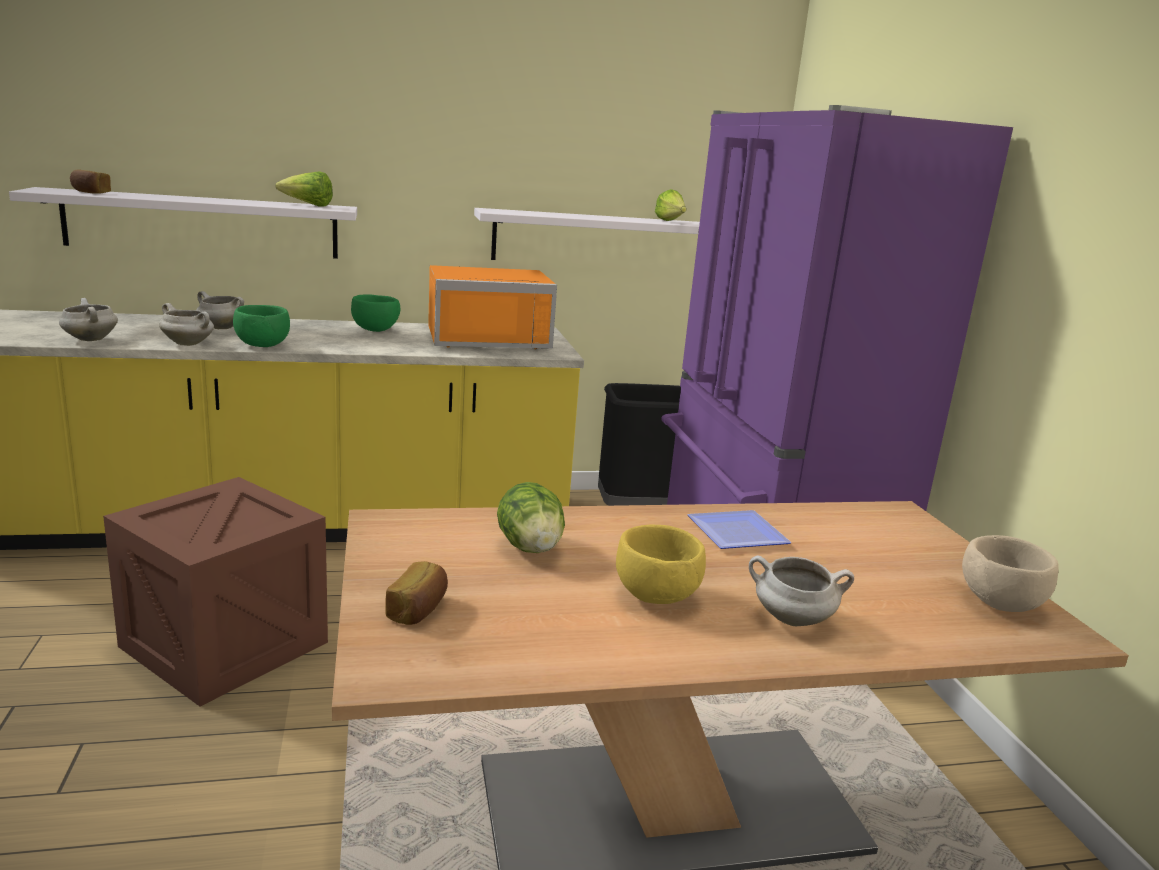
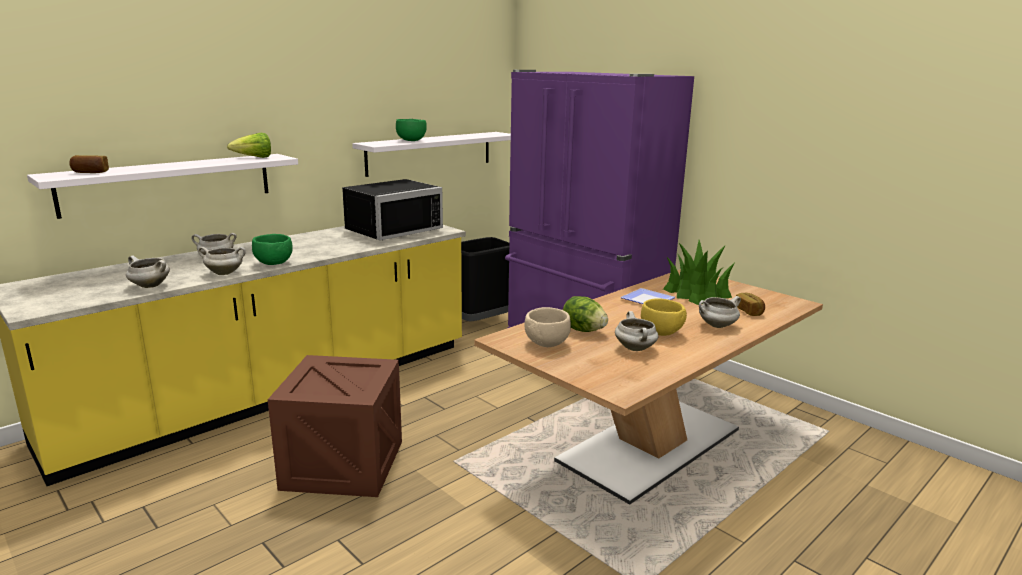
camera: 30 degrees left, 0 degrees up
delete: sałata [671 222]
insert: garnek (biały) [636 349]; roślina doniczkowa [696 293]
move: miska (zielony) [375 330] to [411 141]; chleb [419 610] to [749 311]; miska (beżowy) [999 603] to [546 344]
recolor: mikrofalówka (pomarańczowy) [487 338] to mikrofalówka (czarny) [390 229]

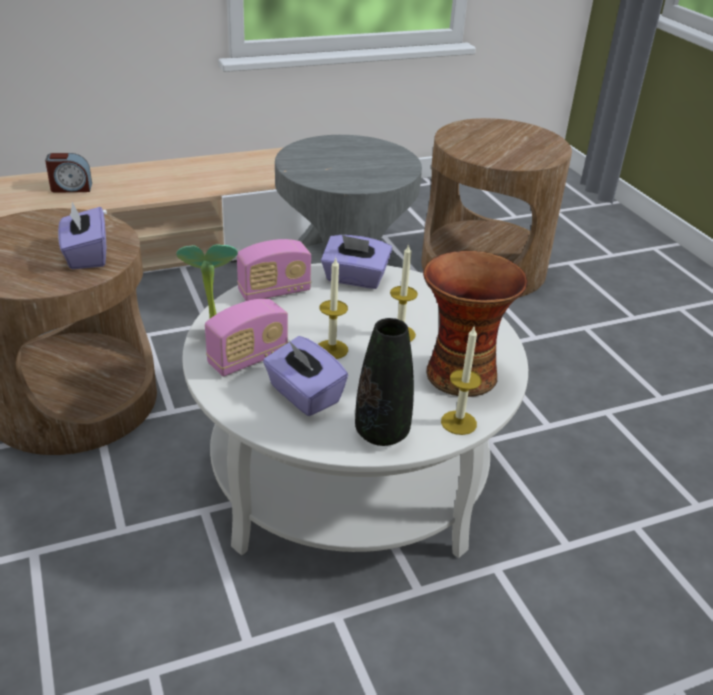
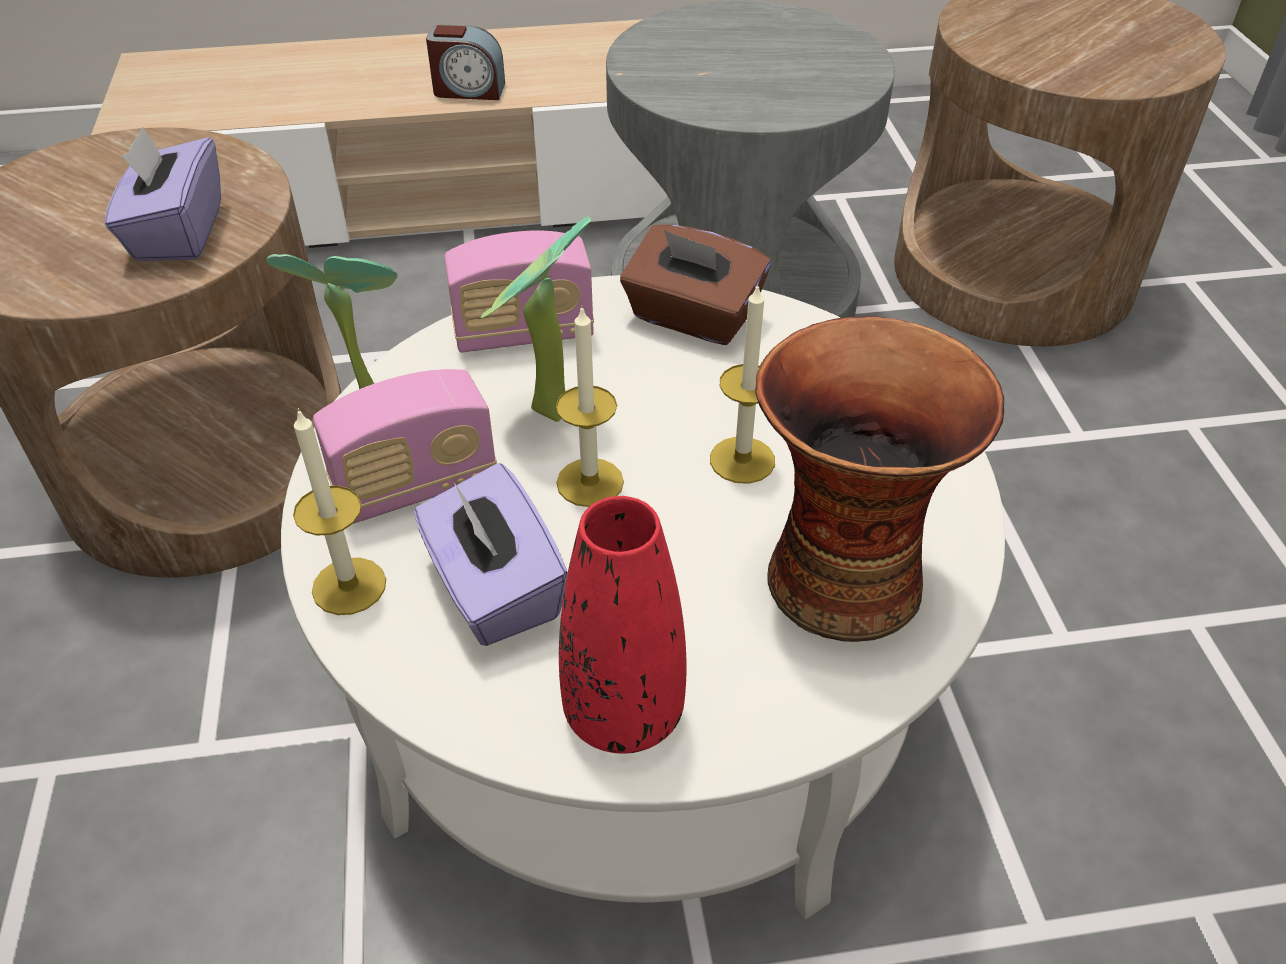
camera: 15 degrees right, 10 degrees up
insert: roślina doniczkowa [542 414]
move: budzik [71 188] to [468 90]; świeca [458 422] to [349 586]
recolor: pudełko chusteczek (fioletowy) [355 279] to pudełko chusteczek (brązowy) [692 317]; wazon (czarny) [381 433] to wazon (czerwony) [623 713]

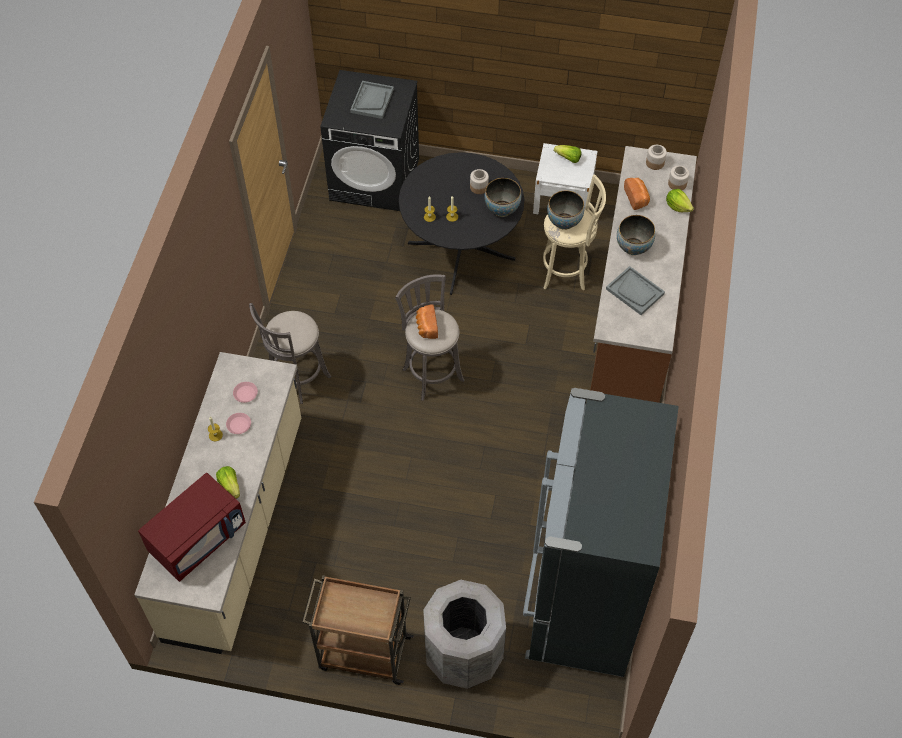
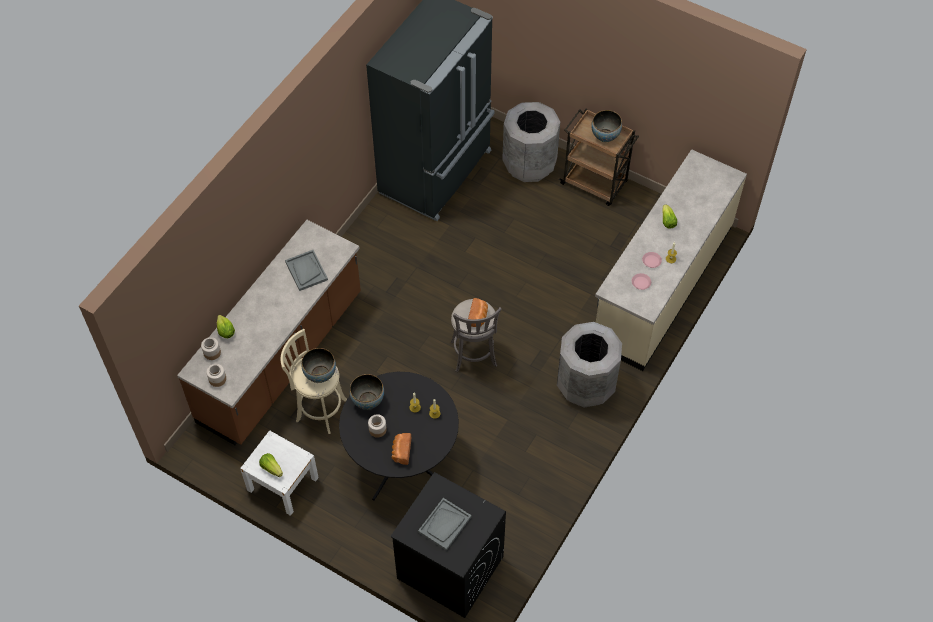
camera: 160 degrees left, 0 degrees up
delete: mikrofalówka (czerwony) [197 538]
move: miska [633 247] to [605 136]; chleb [637 198] to [401 451]
replace: stołek (szary) [296 379] to kosz na śmieci (szary) [586 385]

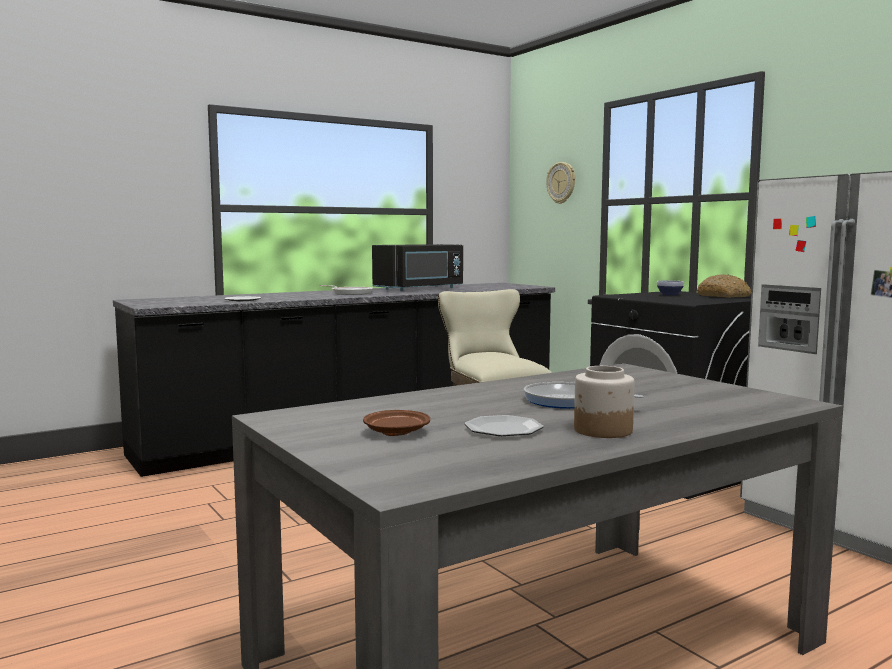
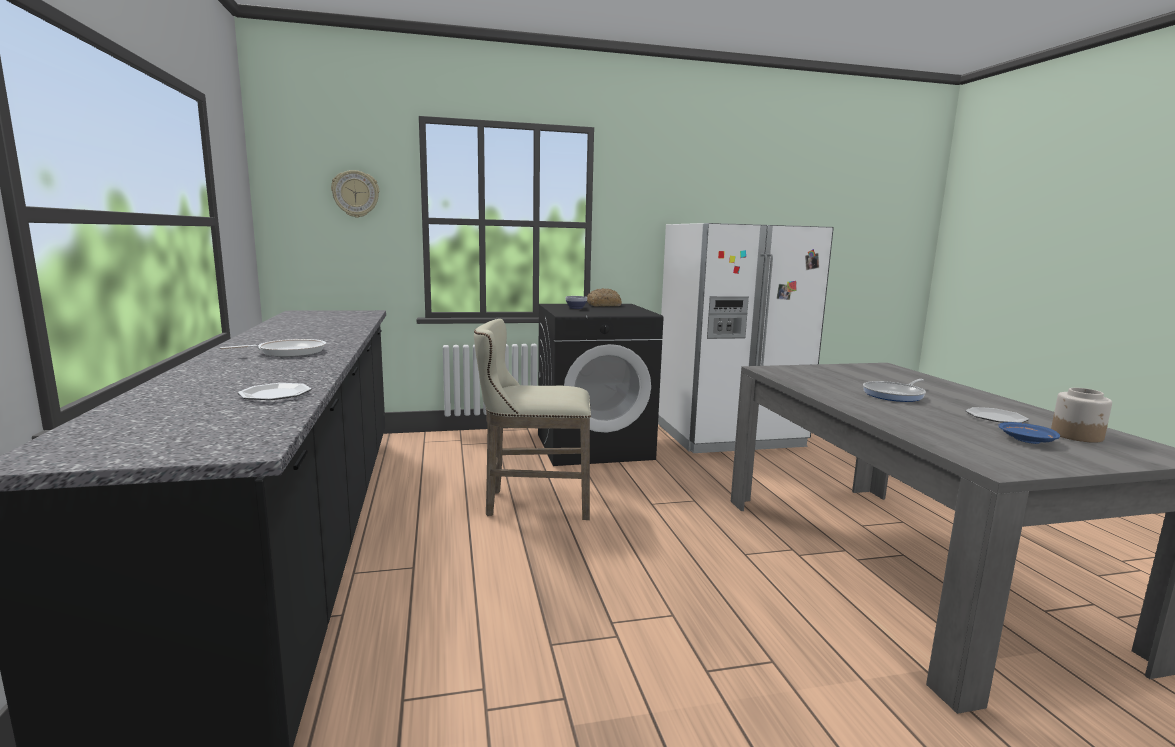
camera: 70 degrees left, 5 degrees up
delete: mikrofalówka (czarny) [421 289]
move: słoik [602 431] to [1077 436]
recolor: talerz (brązowy) [396 432] to talerz (niebieski) [1026 440]

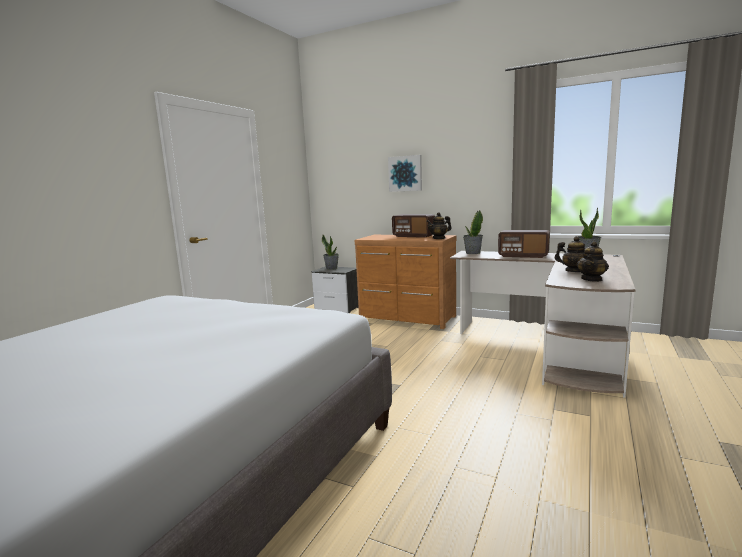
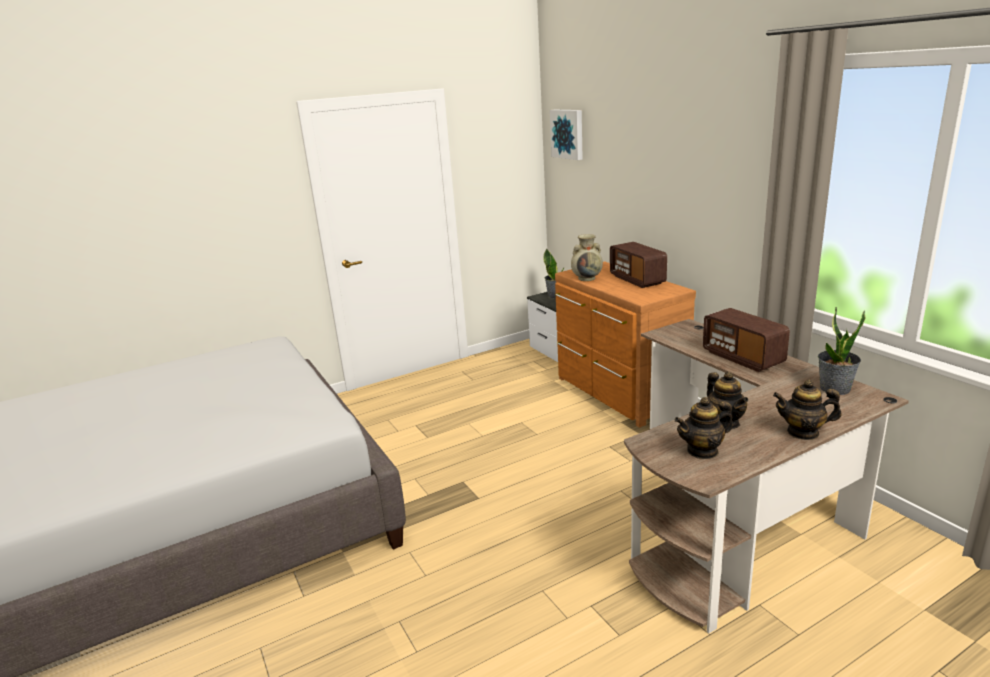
camera: 35 degrees right, 10 degrees up
delete: roślina doniczkowa [472 253]
insert: wazon (beżowy) [587 278]
move: obraz [405 173] to [568 134]; imbryk [439 238] to [803 432]

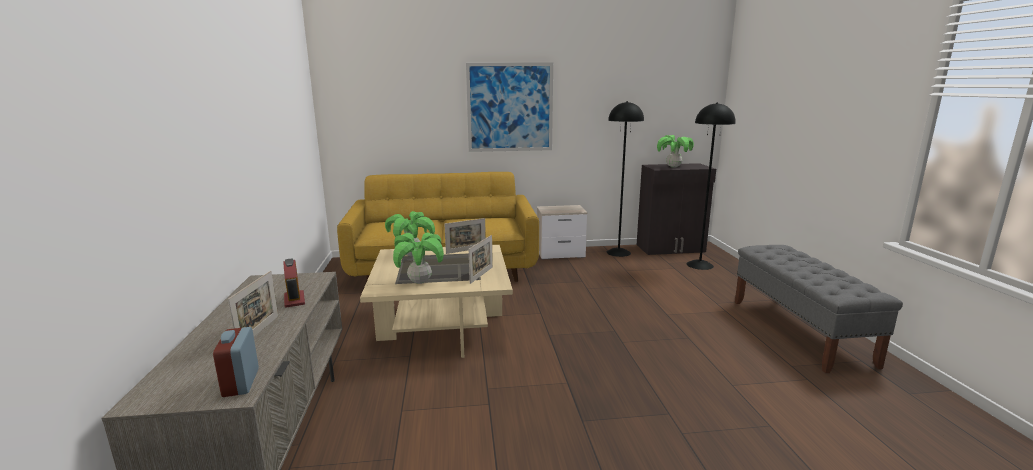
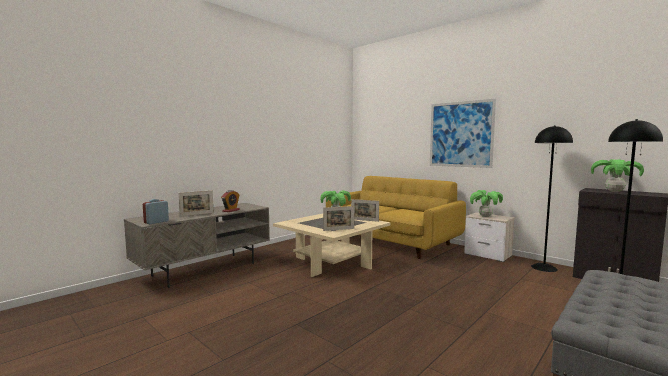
camera: 50 degrees right, 10 degrees down
move: roślina doniczkowa [419 282] to [485 216]

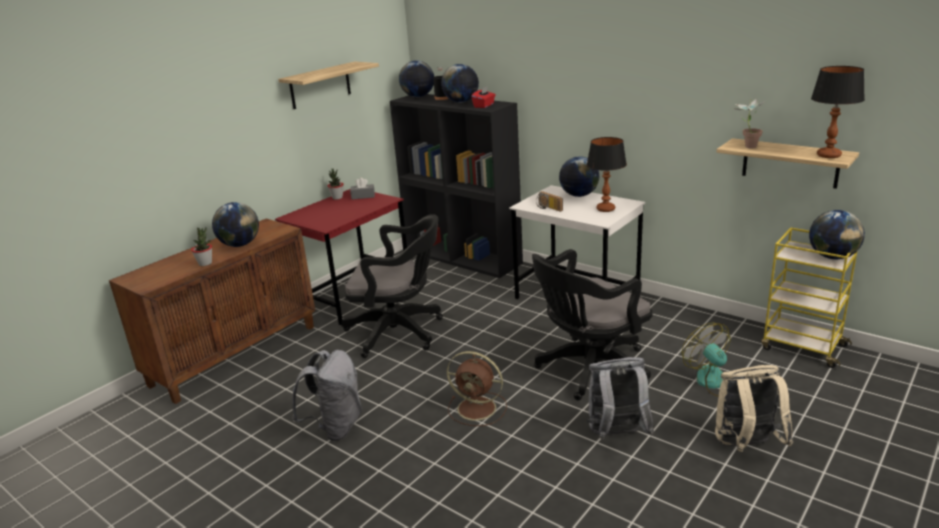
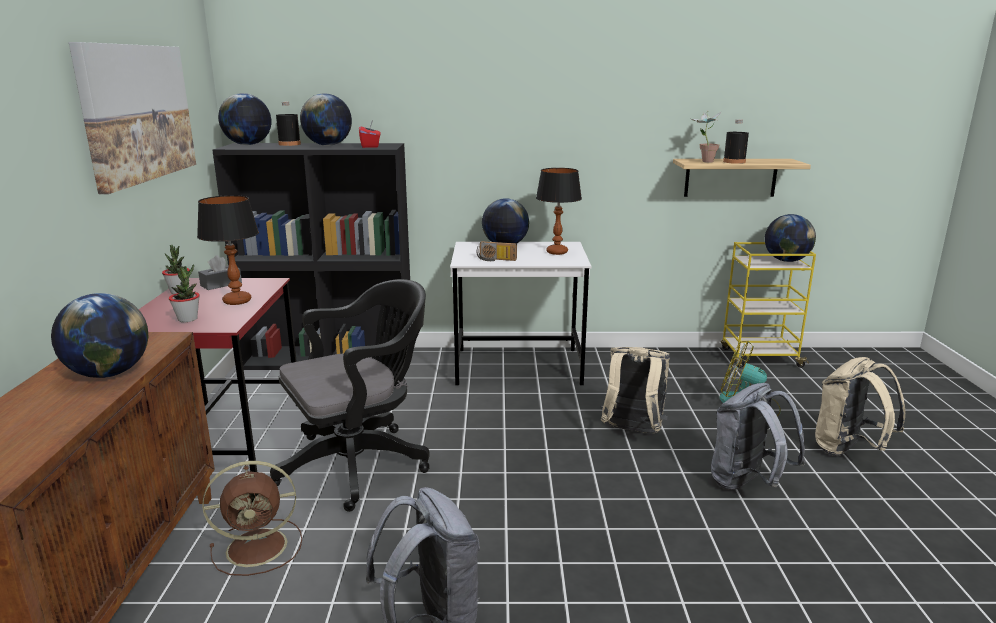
camera: 40 degrees left, 5 degrees down
insert: butelka (czarny) [734 162]
move: roślina doniczkowa [205 263] to [188 319]; wentylator (brązowy) [478 409] to [260 547]; lampa stołowa [829 155] to [237 301]
replace: półka [320 85] to obraz [137 113]; krzesło biurowe (czarny) [589 370] to plecak (beżowy) [632 432]

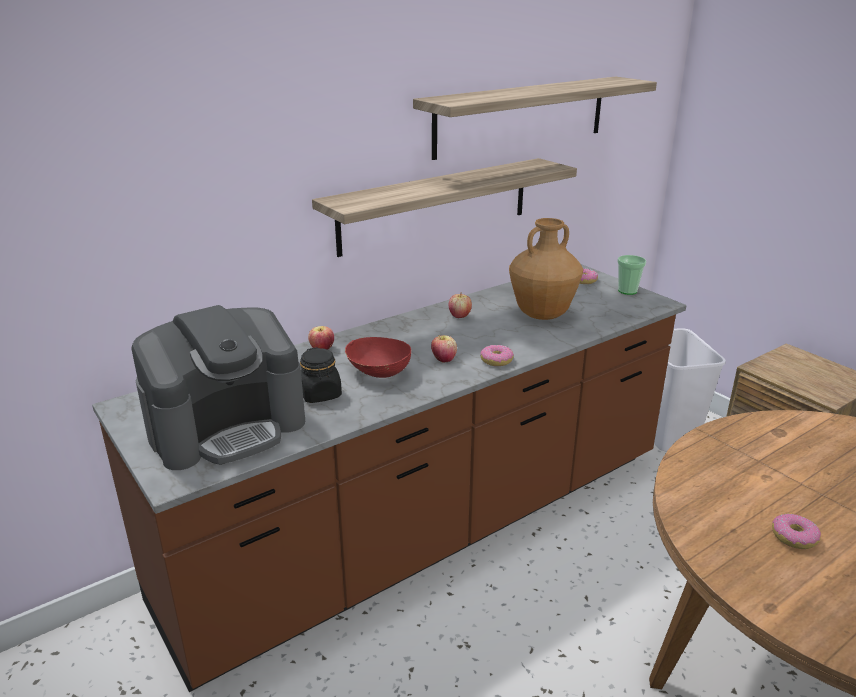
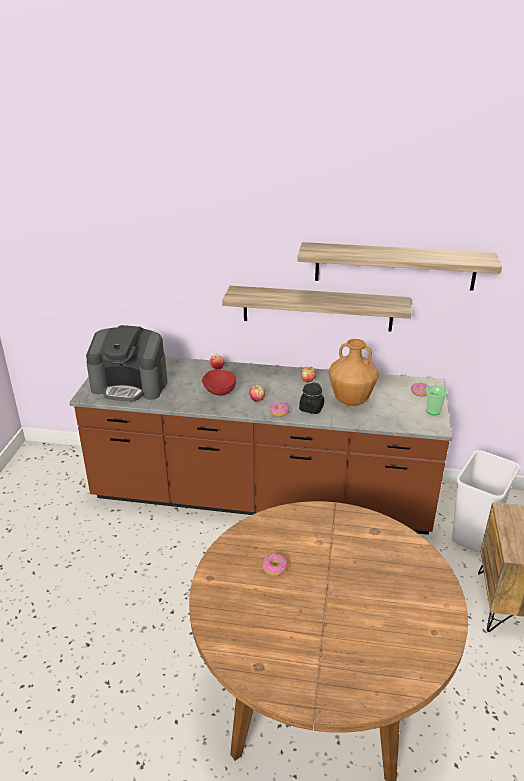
camera: 45 degrees right, 5 degrees up
move: słoik (czarny) [320 394] to [311 408]

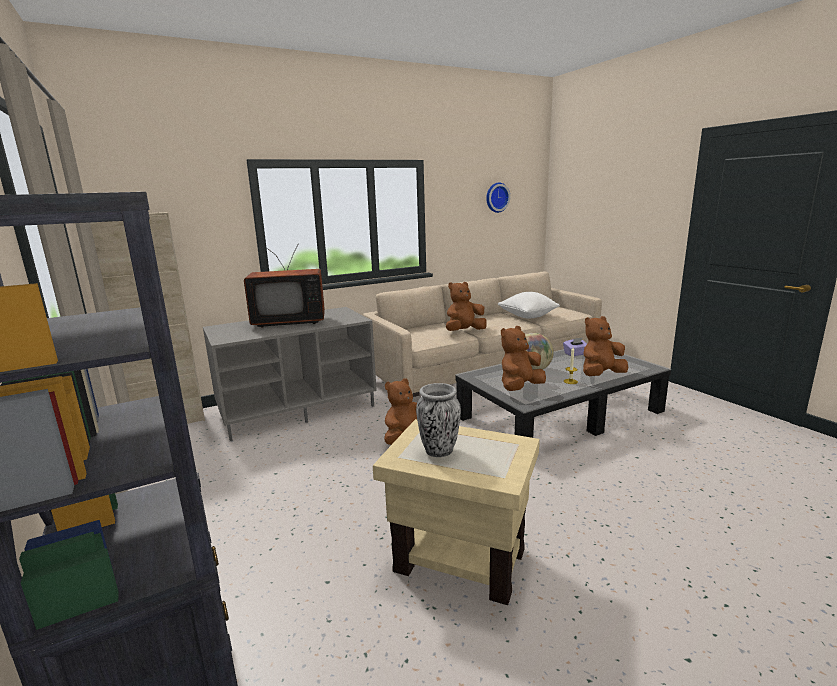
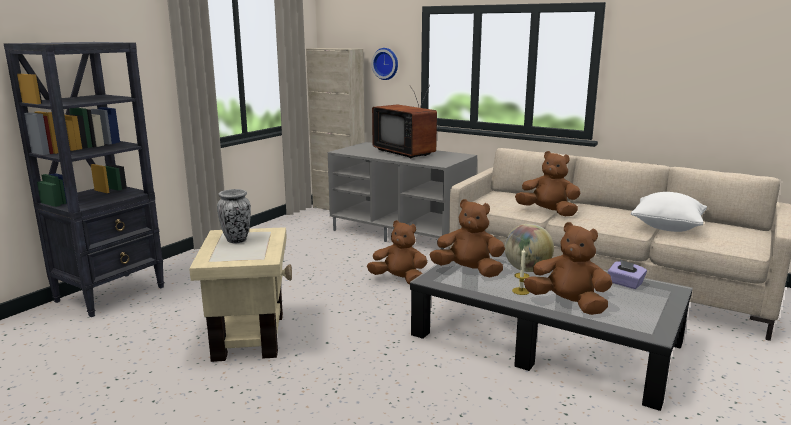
camera: 60 degrees right, 0 degrees up
move: zegar ścienny [496 197] to [386 63]

